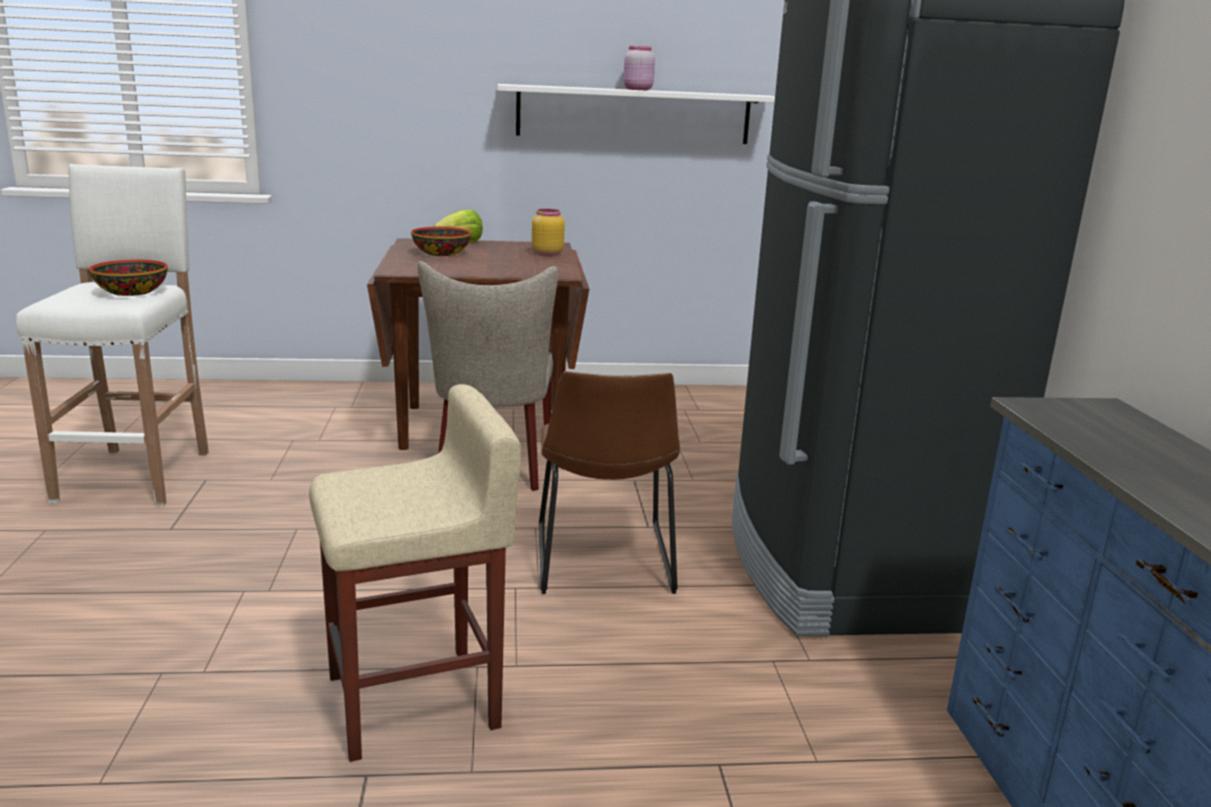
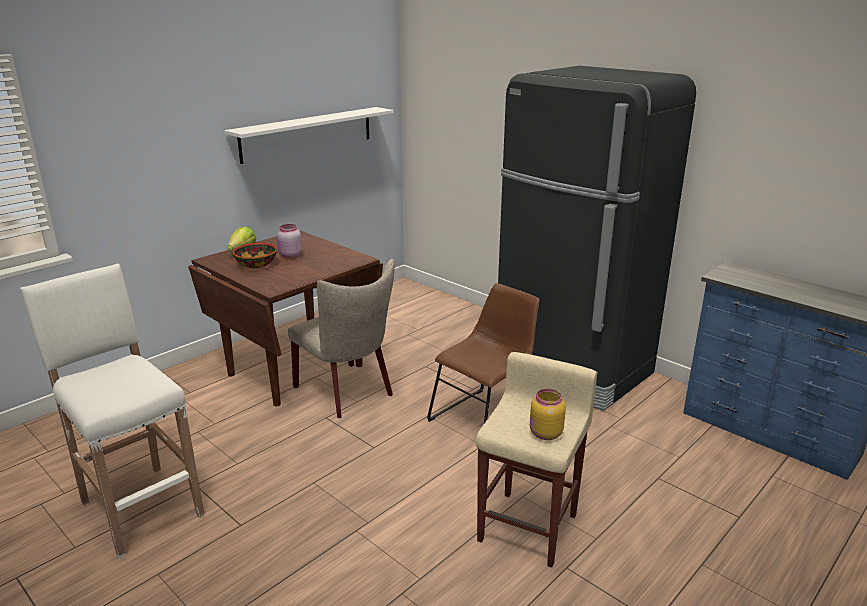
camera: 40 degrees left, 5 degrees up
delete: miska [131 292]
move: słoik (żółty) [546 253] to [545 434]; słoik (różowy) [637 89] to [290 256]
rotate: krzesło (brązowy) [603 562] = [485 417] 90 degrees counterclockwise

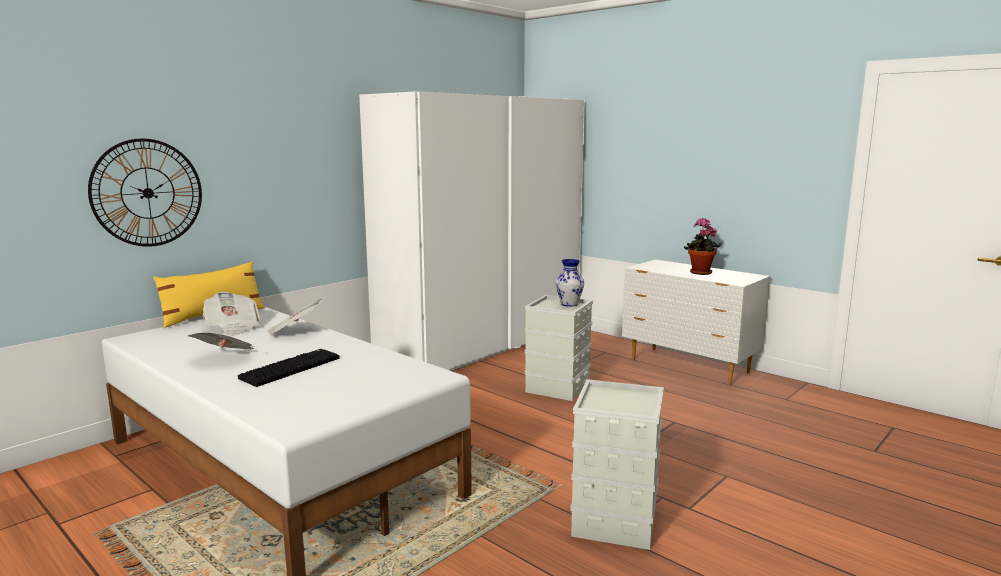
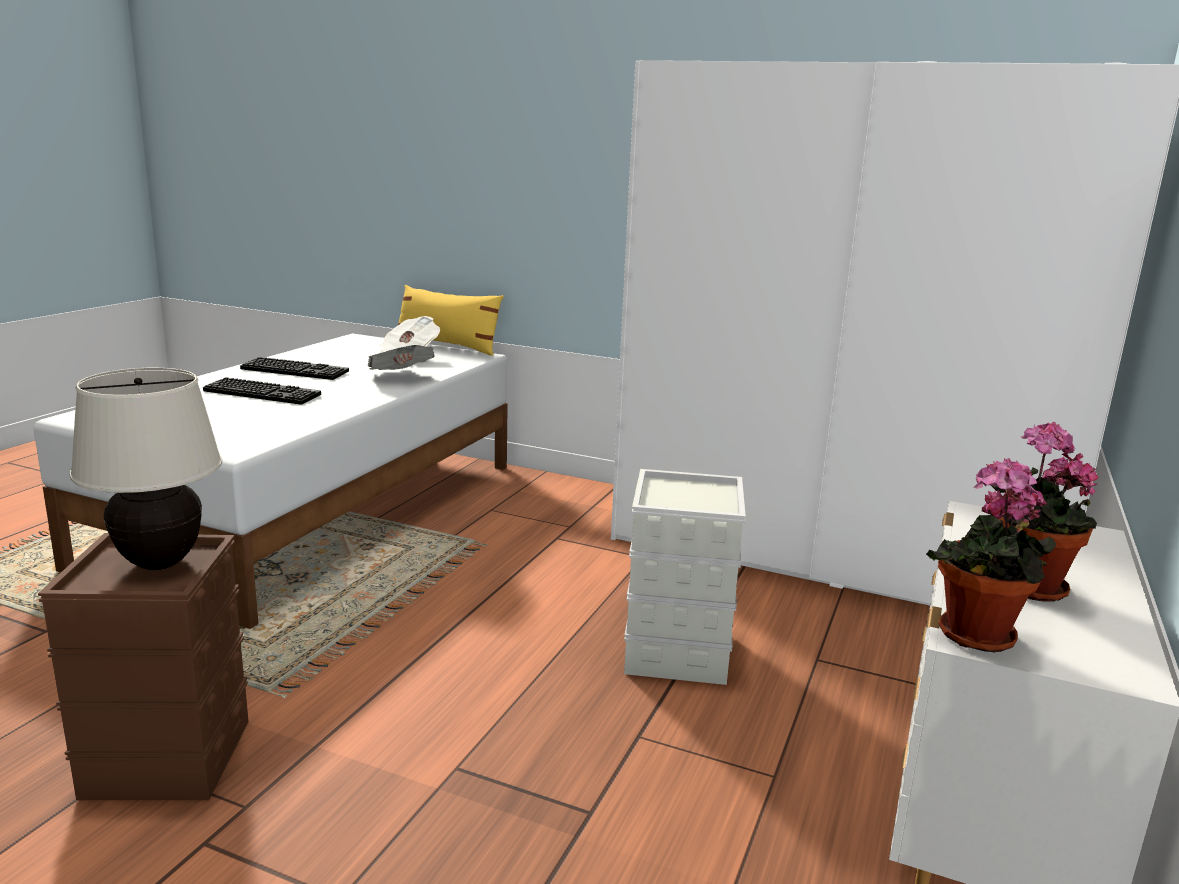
camera: 70 degrees right, 5 degrees up
delete: zegar ścienny [148 193]; wazon [569 304]
insert: lampa stołowa (beżowy) [160 563]; roślina doniczkowa [976 639]
replace: gazeta [226 358] to klawiatura [296 370]
recolor: pojemnik do przechowywania (szary) [615 522] to pojemnik do przechowywania (brązowy) [165 759]

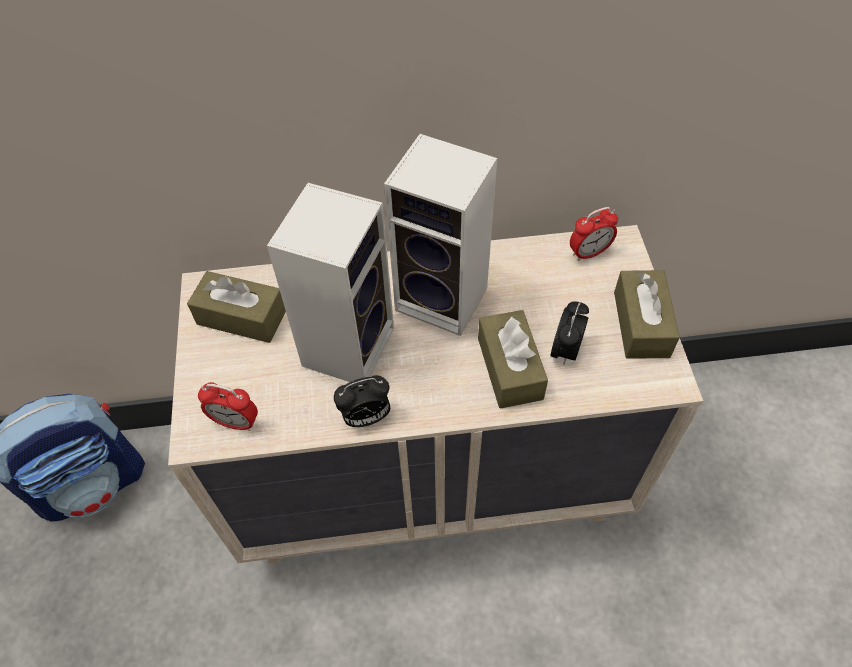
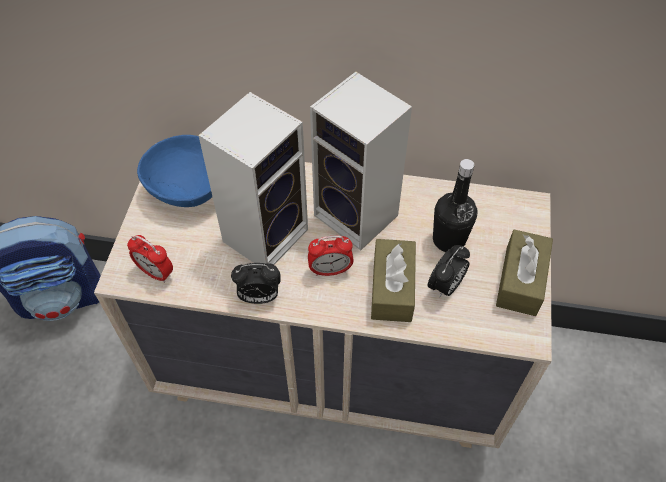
camera: 15 degrees right, 0 degrees up
insert: butelka (czarny) [449 240]
move: budzik [589 253] to [330 270]
replace: pudełko chusteczek (brązowy) [241 317] to miska (niebieski) [189 189]

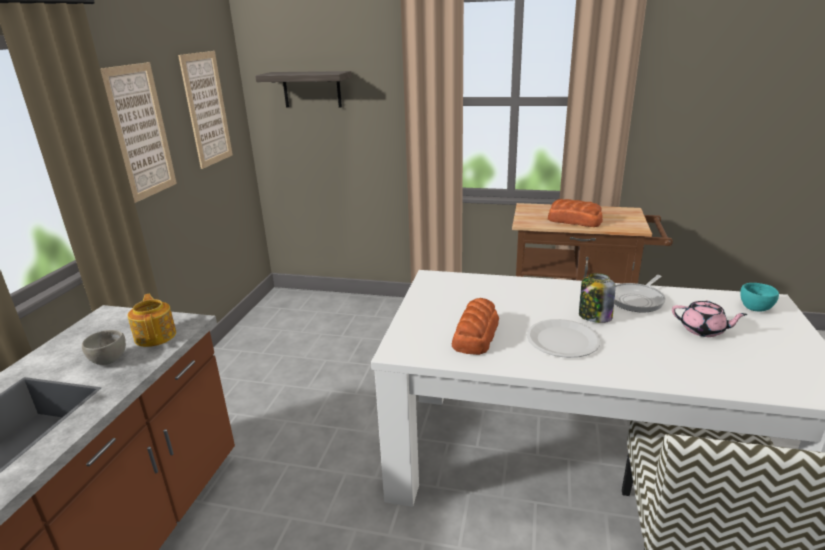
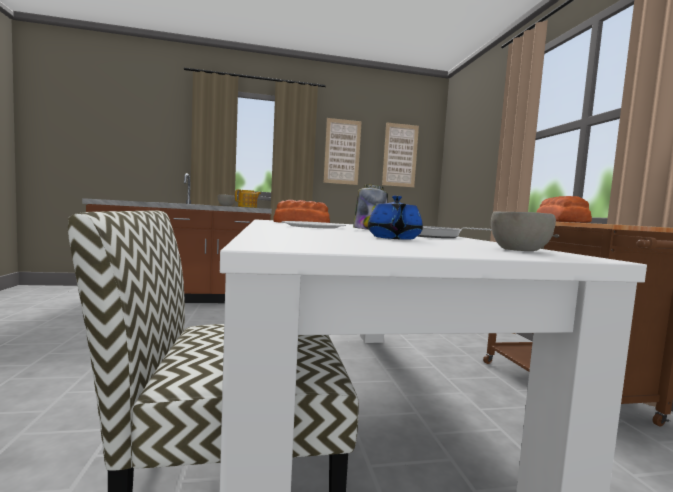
camera: 65 degrees right, 20 degrees down
delete: półka [312 89]
recolor: imbryk (różowy) [703 330] to imbryk (niebieski) [393 238]; miska (turkusowy) [756 308] to miska (szary) [520 251]

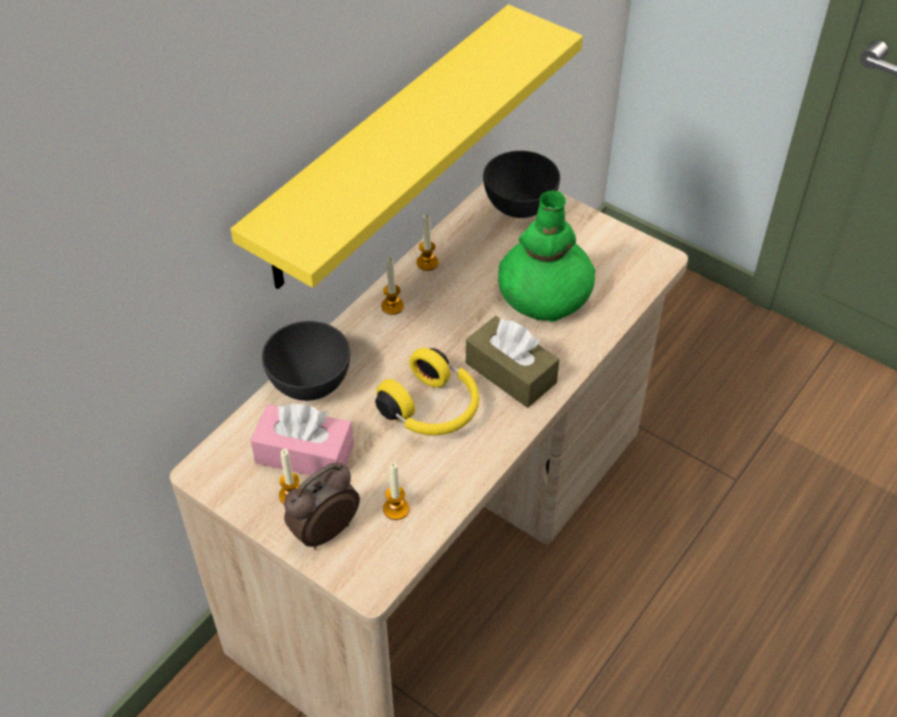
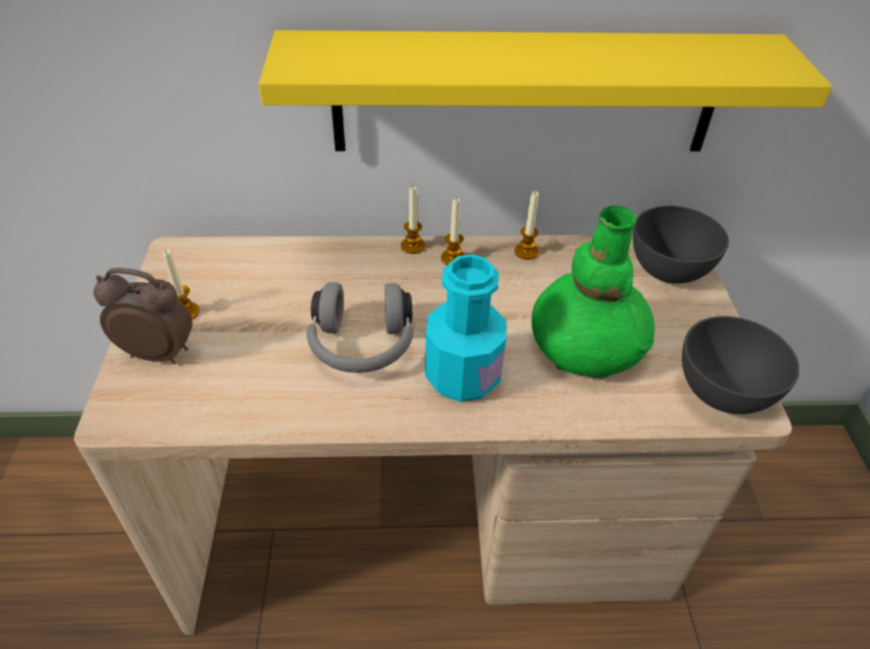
camera: 50 degrees right, 5 degrees down
delete: pudełko chusteczek (różowy) [304 454]
move: miska (szary) [309 383] to [722 391]; świeca [396 509] to [413 246]
replace: pudełko chusteczek (brązowy) [510 373] to butelka (turkusowy) [462 376]
recolor: słuchawki (żółty) [432 409] to słuchawki (szary) [361 346]

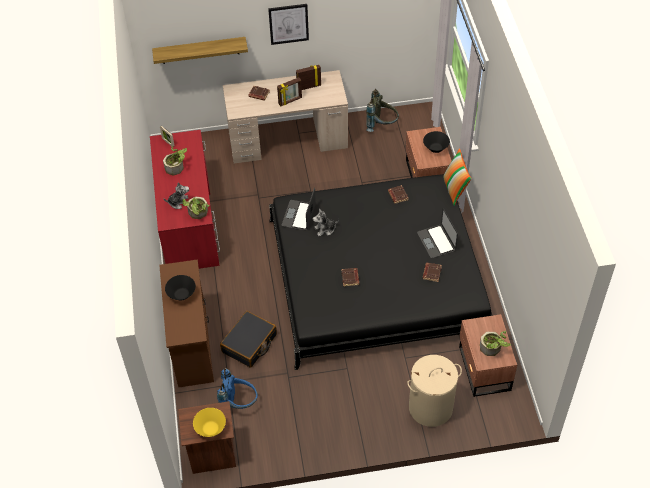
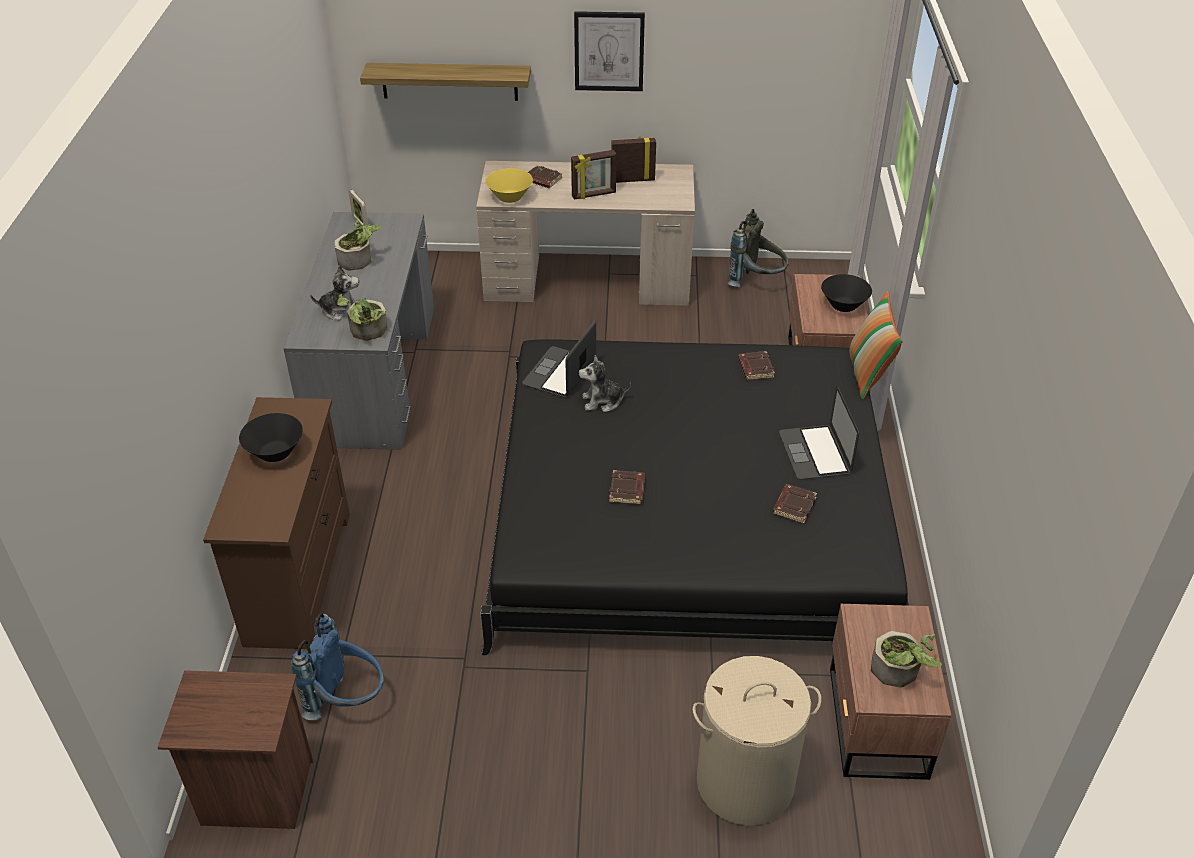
camera: 10 degrees right, 10 degrees down
delete: walizka (czarny) [249 343]
move: miska (żółty) [210 428] to [510 197]
recolor: biurko (czerwony) [188 221] to biurko (szary) [374 373]

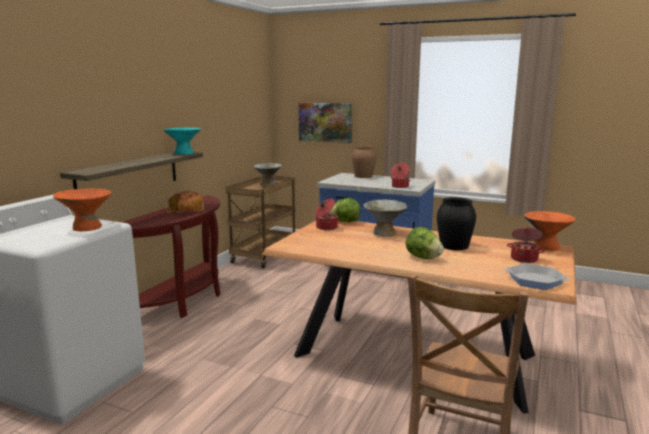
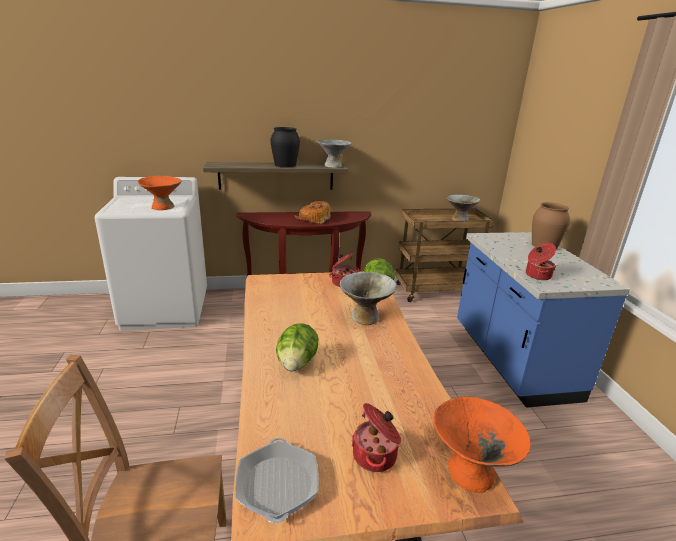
camera: 55 degrees right, 10 degrees up
delete: obraz [325 122]
move: wazon (czarny) [453 245] to [285 165]
recolor: miska (turkusowy) [183 153] to miska (szary) [333 165]

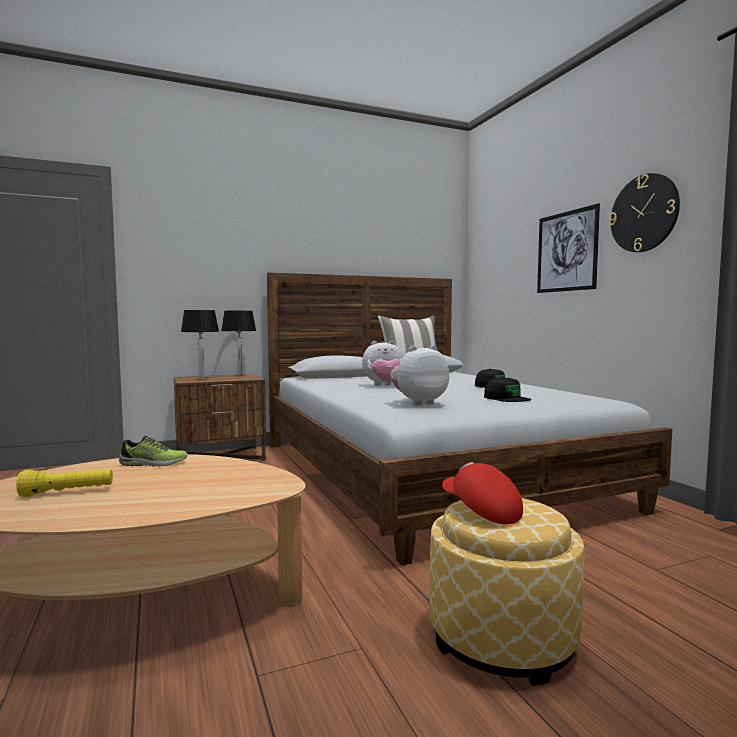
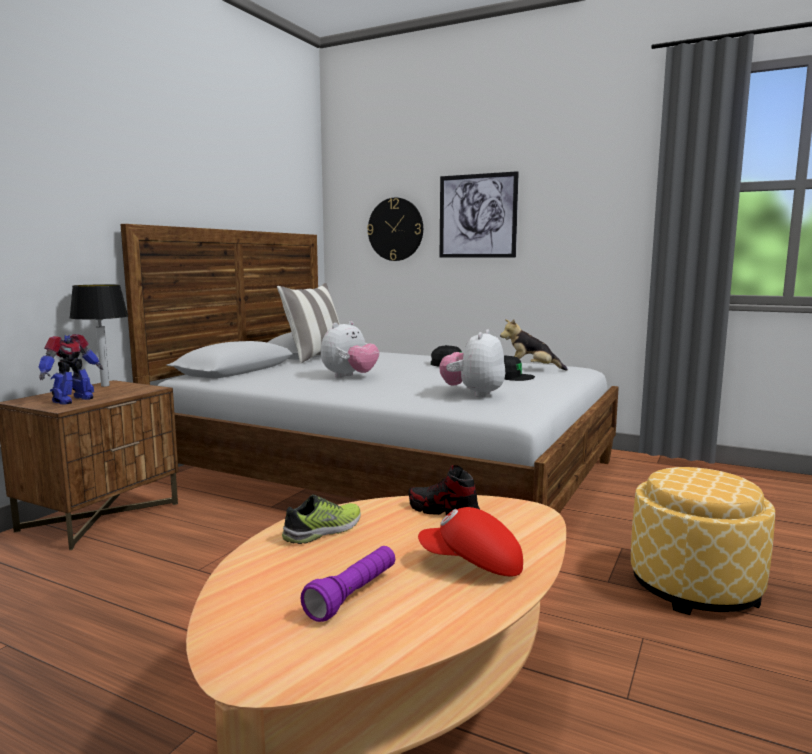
camera: 40 degrees left, 5 degrees up
insert: but [443 511]; pluszak [531 369]
move: czapka z daszkiem (czerwony) [480 511] to [472 565]; zegar ścienny [644 213] to [395 229]
replace: lampa stołowa [201 379] to robot zabawkowy [72 400]
recolor: latarka (żółty) [67 492] to latarka (fioletowy) [353 595]

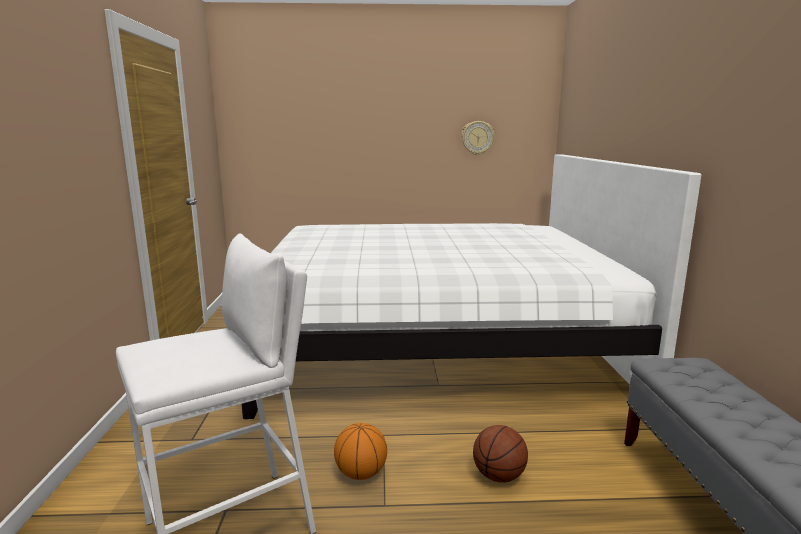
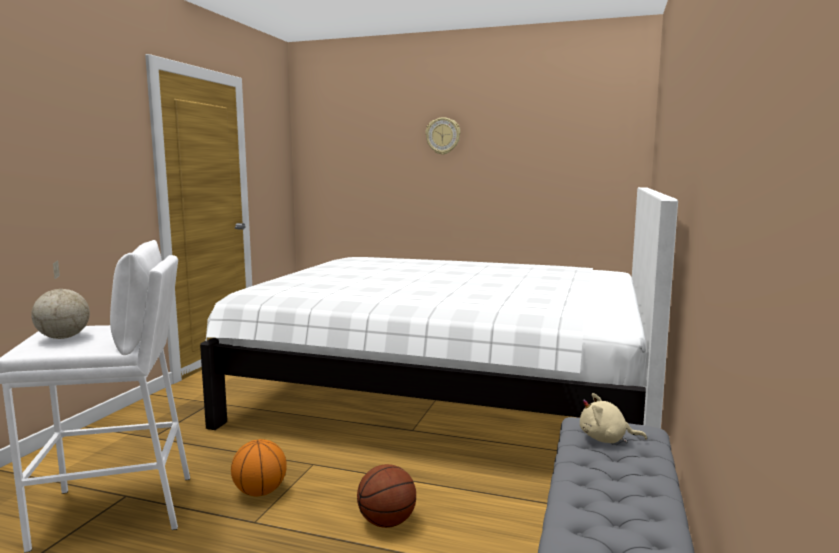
camera: 20 degrees right, 5 degrees down
insert: globus [64 337]; pluszak (beżowy) [606 439]
move: zegar ścienny [477 138] to [443 136]

